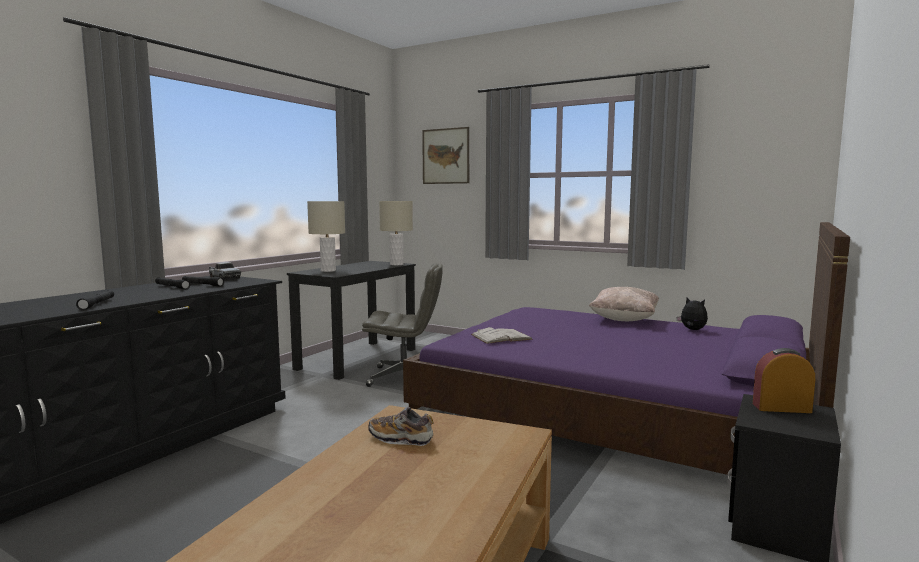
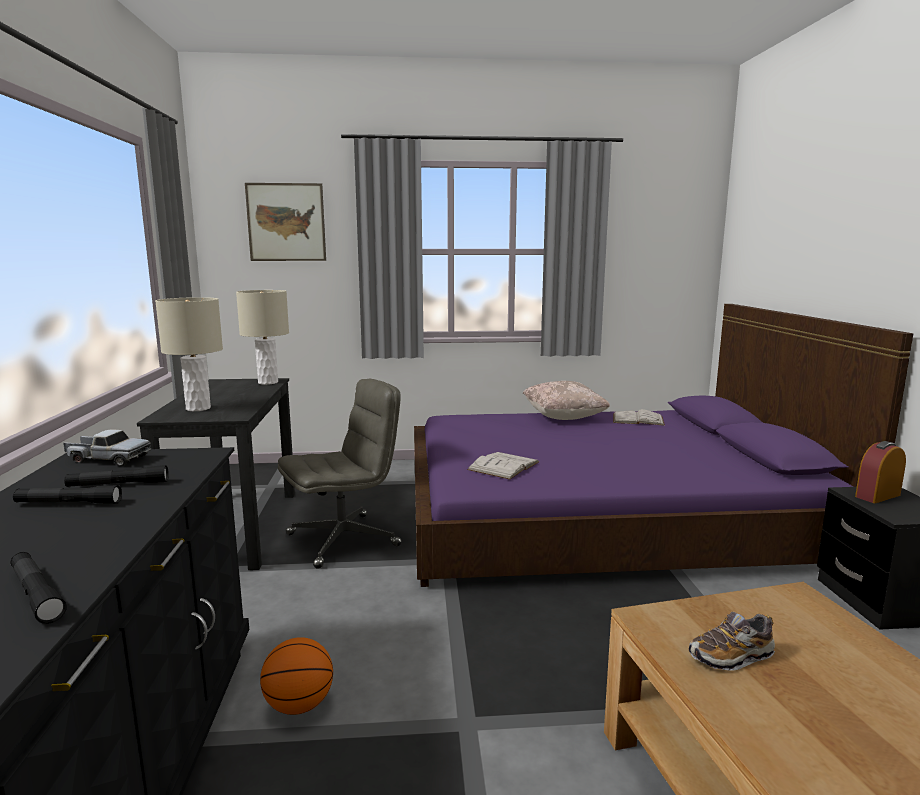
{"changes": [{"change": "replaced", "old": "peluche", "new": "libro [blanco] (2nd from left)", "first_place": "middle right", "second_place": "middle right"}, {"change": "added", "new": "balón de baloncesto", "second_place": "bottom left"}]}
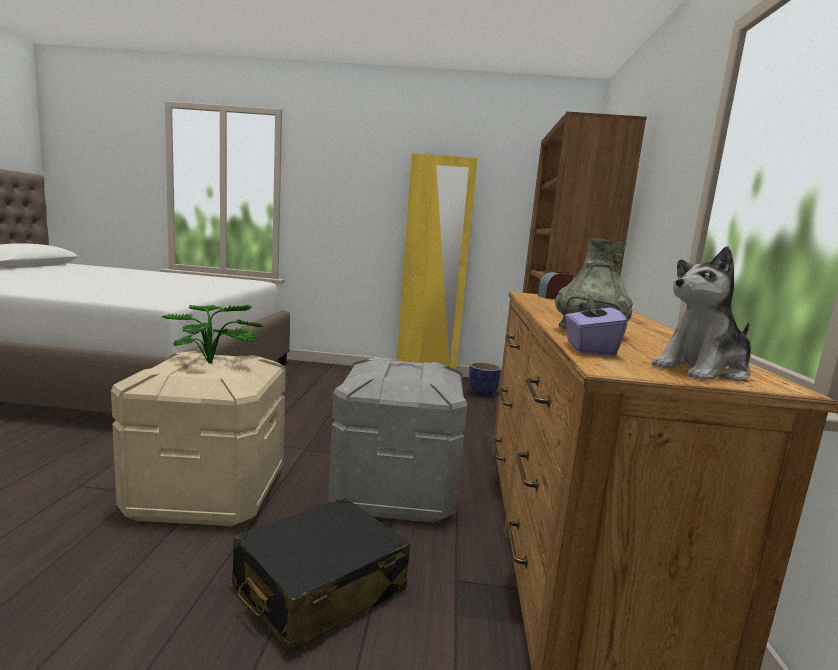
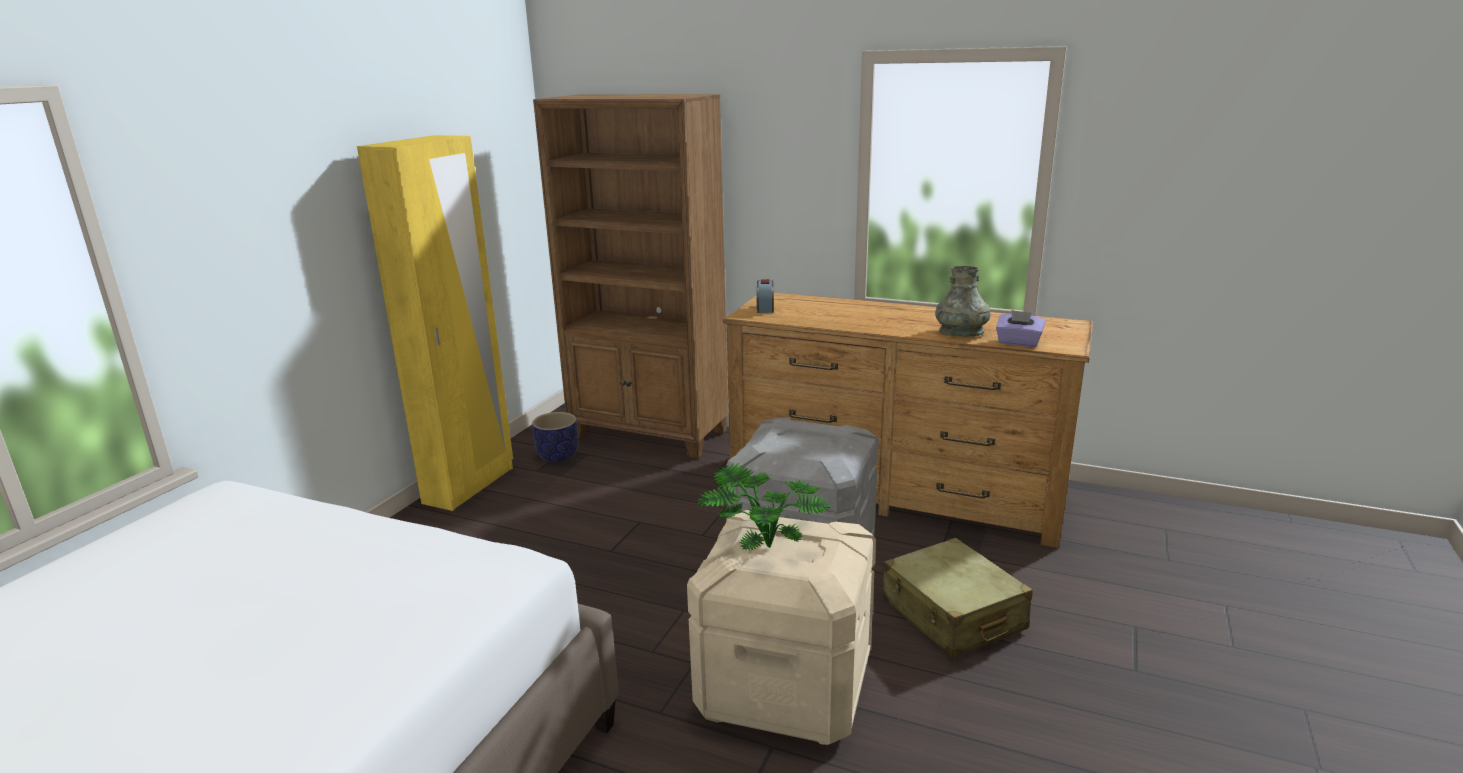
{"changes": [{"change": "recoloured", "old": "maleta [negro]", "new": "maleta [beis]", "first_place": "bottom centre", "second_place": "bottom centre"}, {"change": "removed", "old": "peluche", "first_place": "middle right"}]}
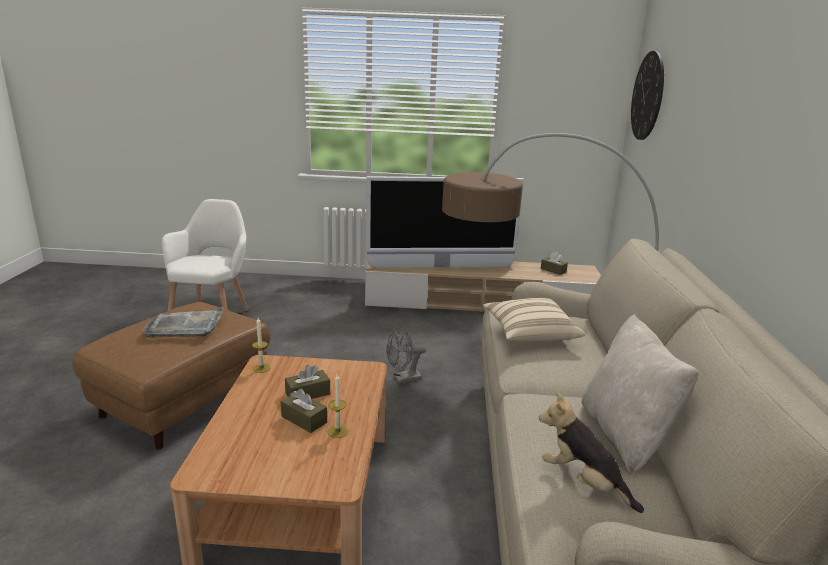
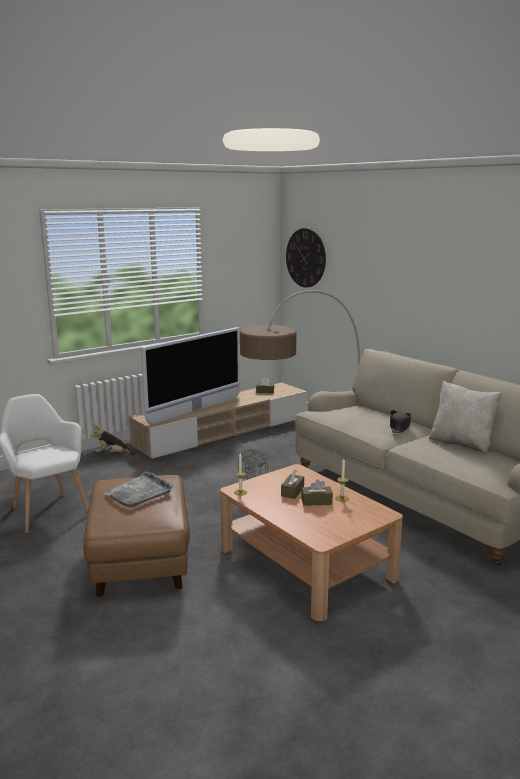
{"changes": [{"change": "removed", "old": "cojín [beis] (1st from left)", "first_place": "centre"}, {"change": "moved", "old": "peluche", "first_place": "bottom right", "second_place": "middle left"}, {"change": "added", "new": "sombrero [negro]", "second_place": "middle right"}]}
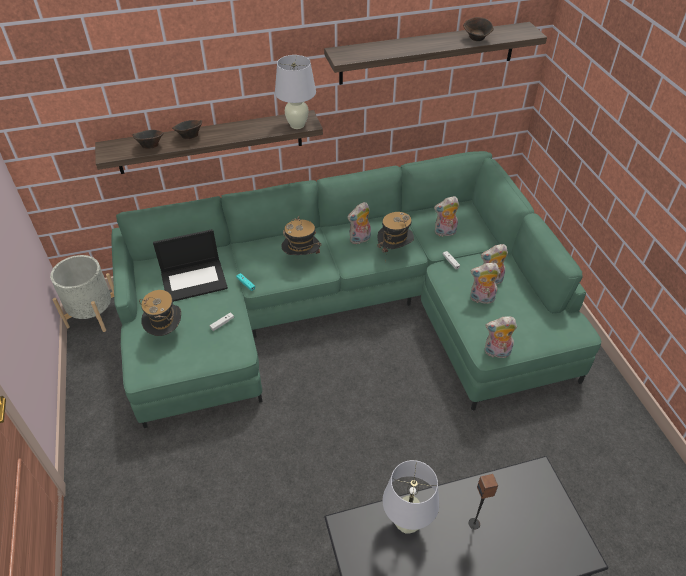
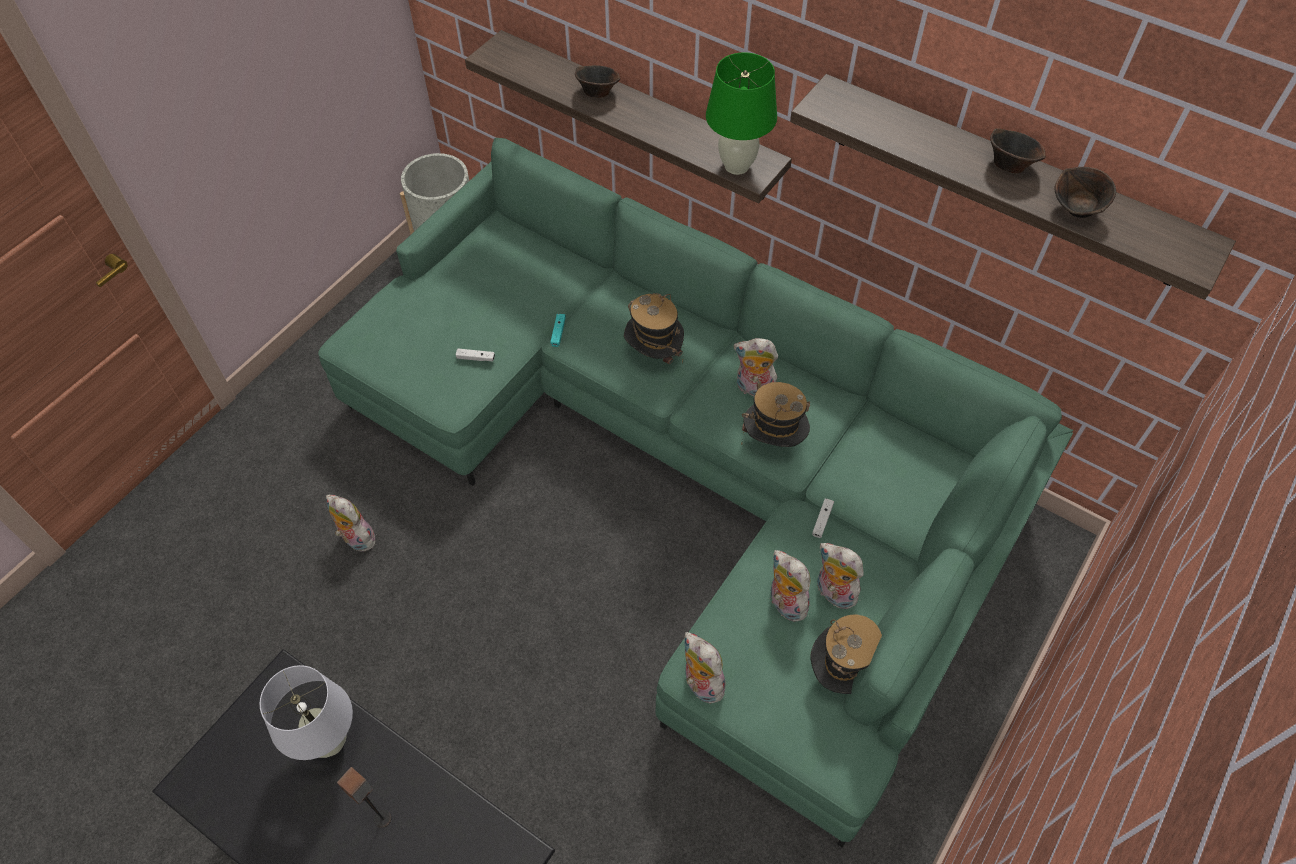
{"changes": [{"change": "moved", "old": "cuenco [marrón] (1st from left in the first image)", "new": "cuenco [marrón] (2nd from left)", "first_place": "top left", "second_place": "top right"}, {"change": "moved", "old": "sombrero (1st from left in the first image)", "new": "sombrero (3rd from left)", "first_place": "middle left", "second_place": "bottom centre"}, {"change": "removed", "old": "portátil", "first_place": "middle left"}, {"change": "recoloured", "old": "lámpara de mesa [blanco] (1st from left)", "new": "lámpara de mesa [verde]", "first_place": "top centre", "second_place": "top centre"}, {"change": "moved", "old": "peluche (2nd from left in the first image)", "new": "peluche (1st from left)", "first_place": "centre", "second_place": "middle left"}]}
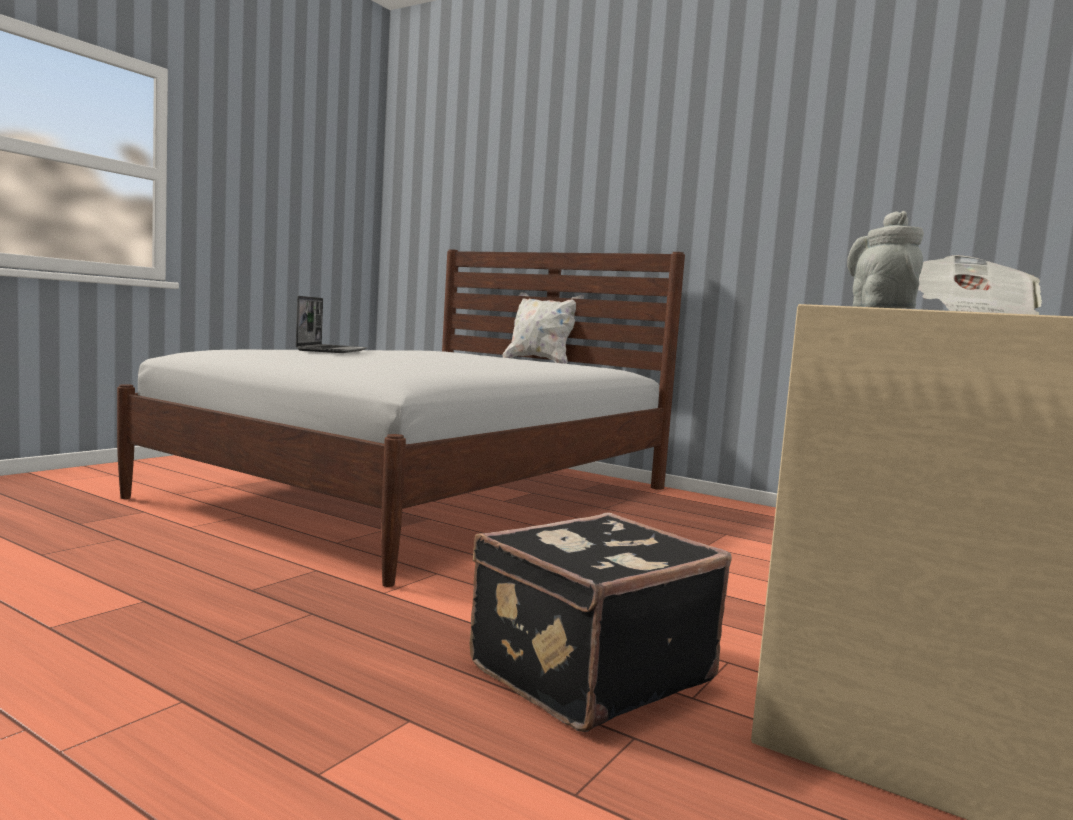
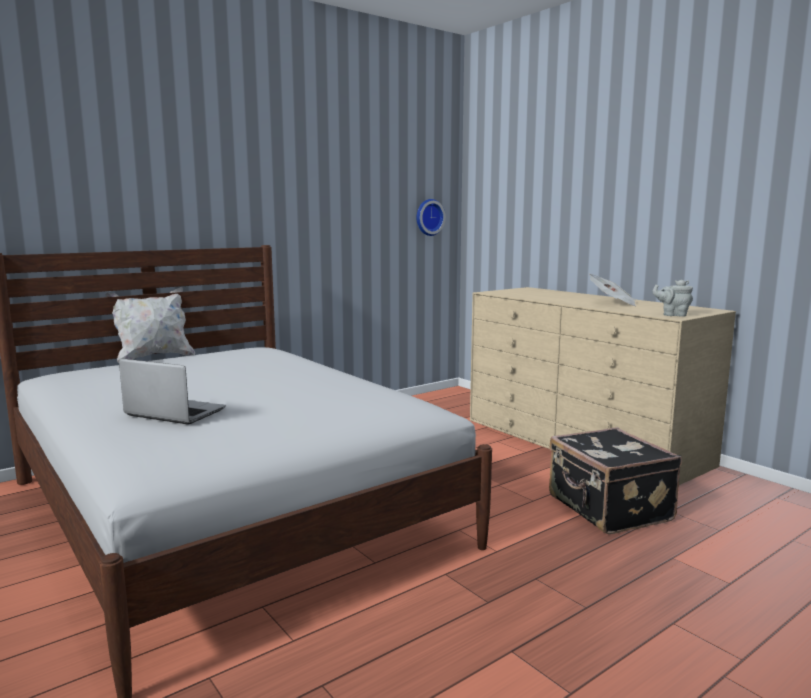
{"changes": [{"change": "added", "new": "reloj de pared", "second_place": "top centre"}]}
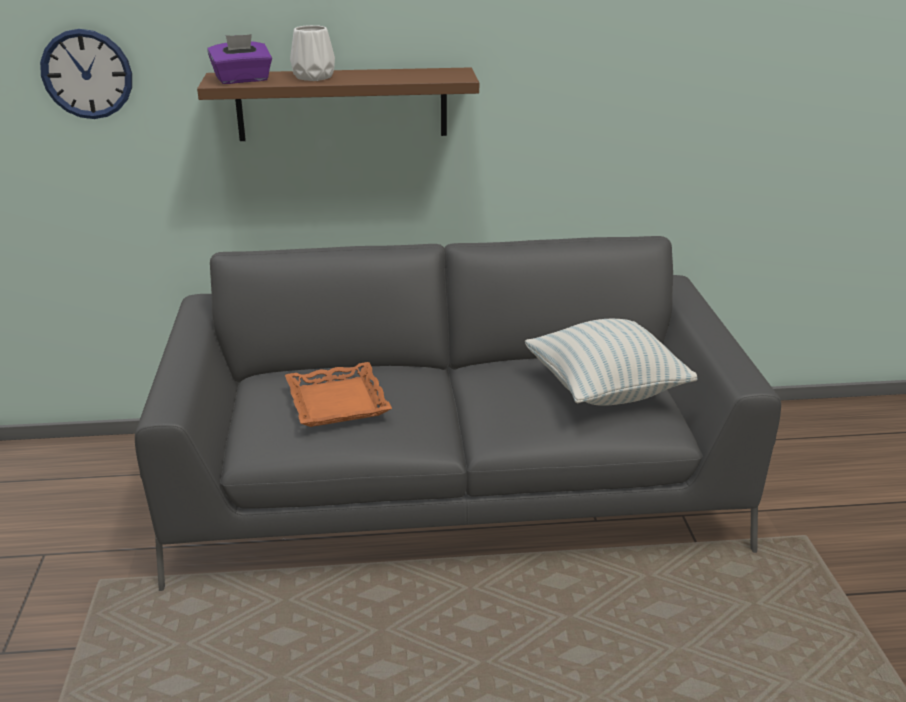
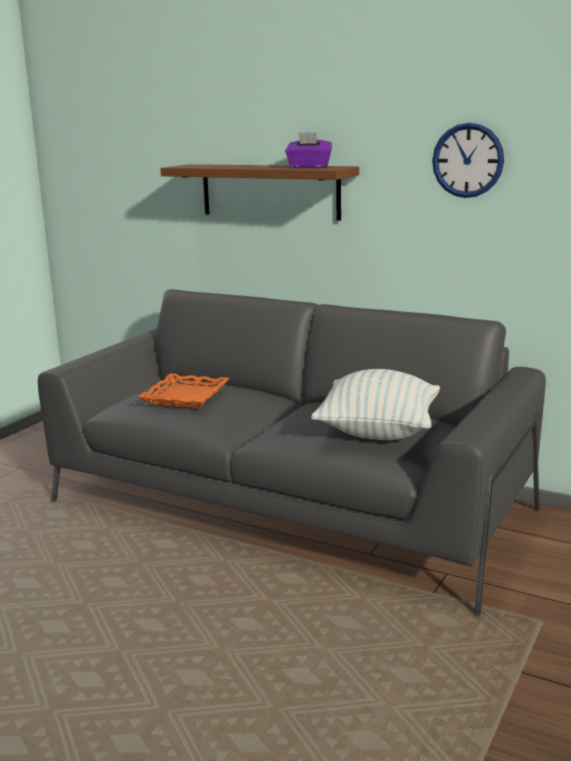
{"changes": [{"change": "moved", "old": "reloj de pared", "first_place": "top left", "second_place": "top right"}, {"change": "moved", "old": "caja de pañuelos [morado]", "first_place": "top left", "second_place": "top centre"}, {"change": "removed", "old": "florero [blanco]", "first_place": "top centre"}]}
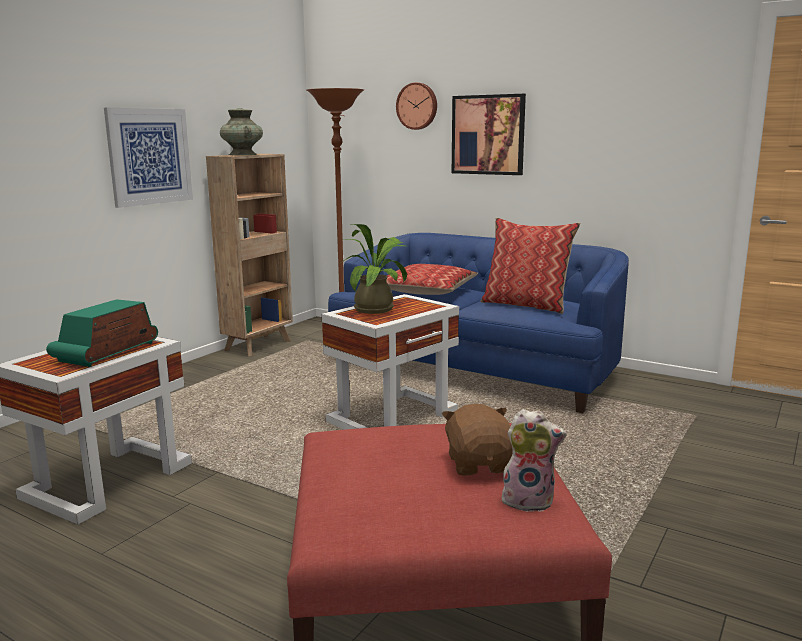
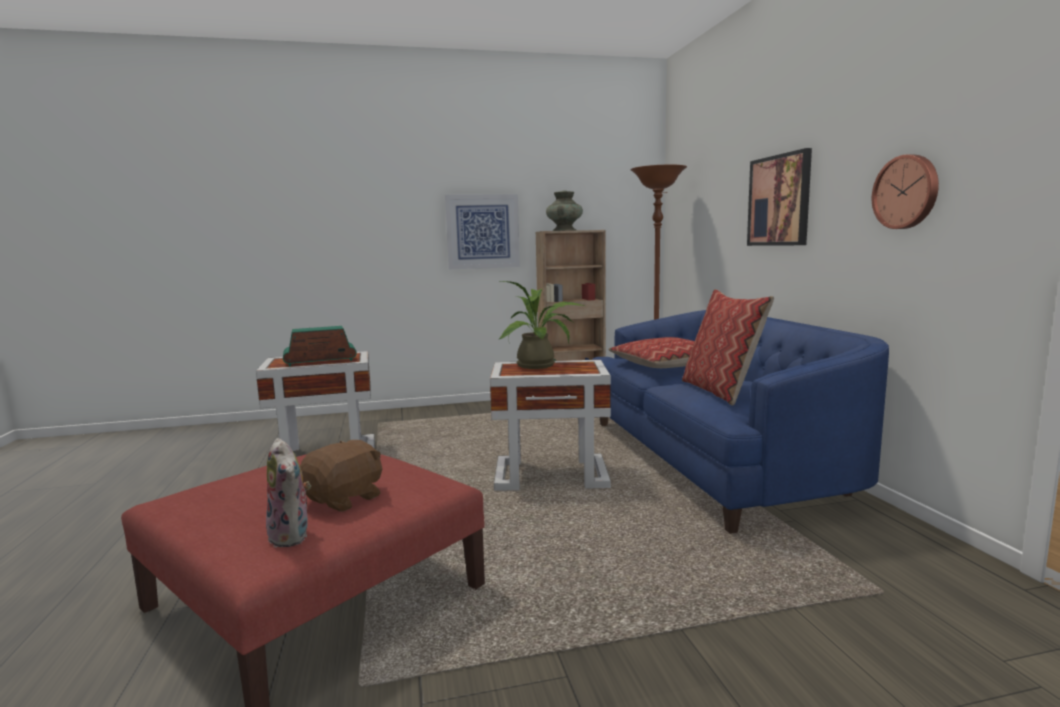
{"changes": [{"change": "moved", "old": "reloj de pared", "first_place": "top centre", "second_place": "top right"}]}
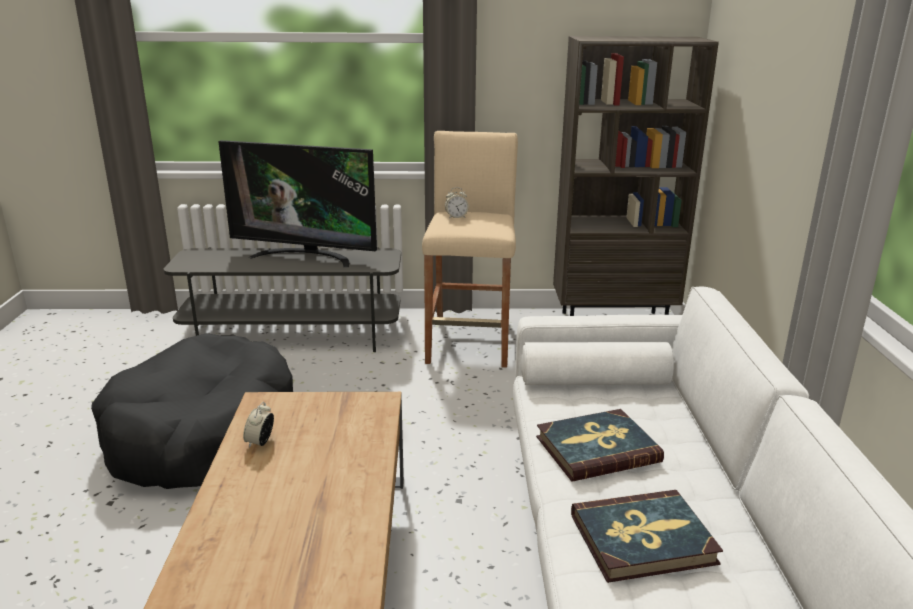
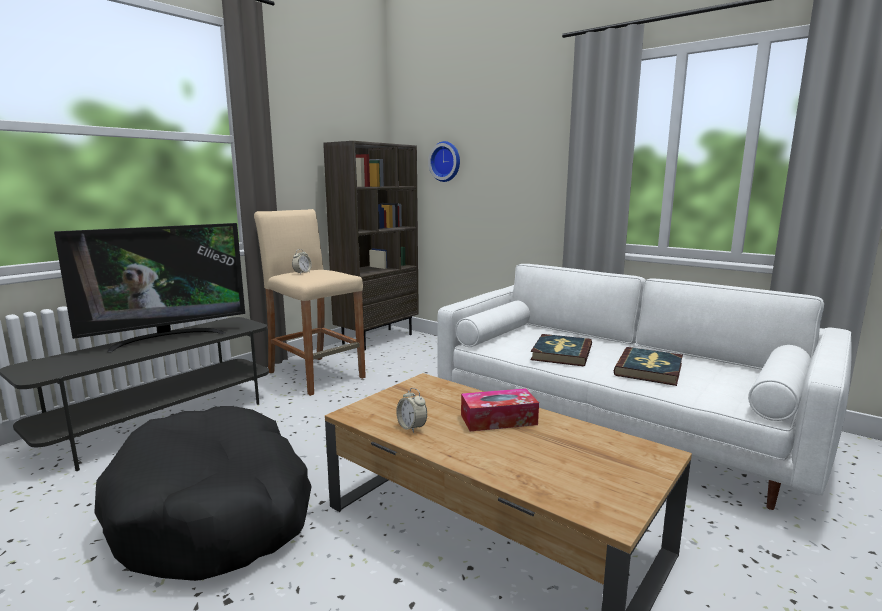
{"changes": [{"change": "added", "new": "reloj de pared", "second_place": "top centre"}, {"change": "added", "new": "caja de pañuelos", "second_place": "bottom centre"}]}
